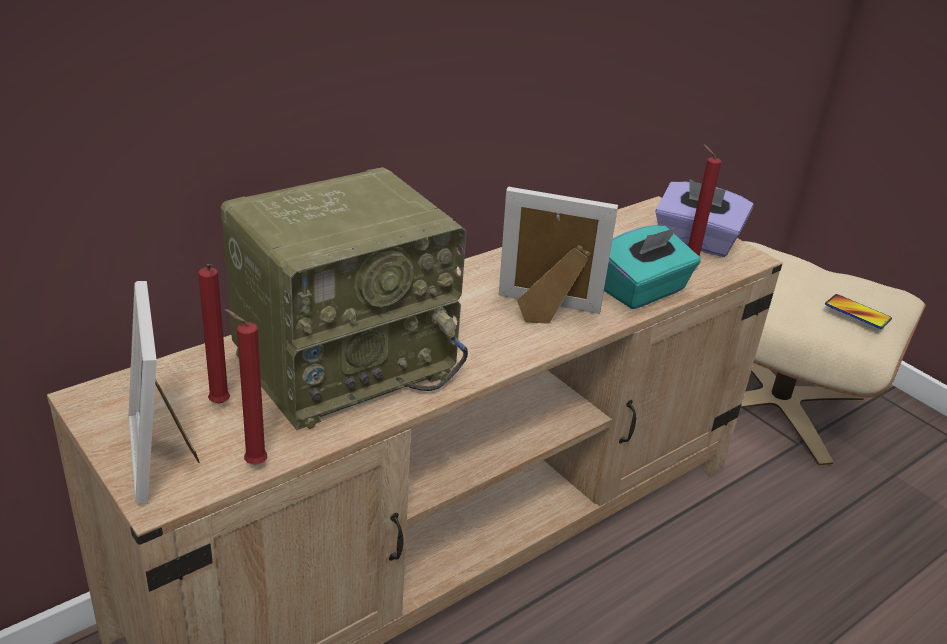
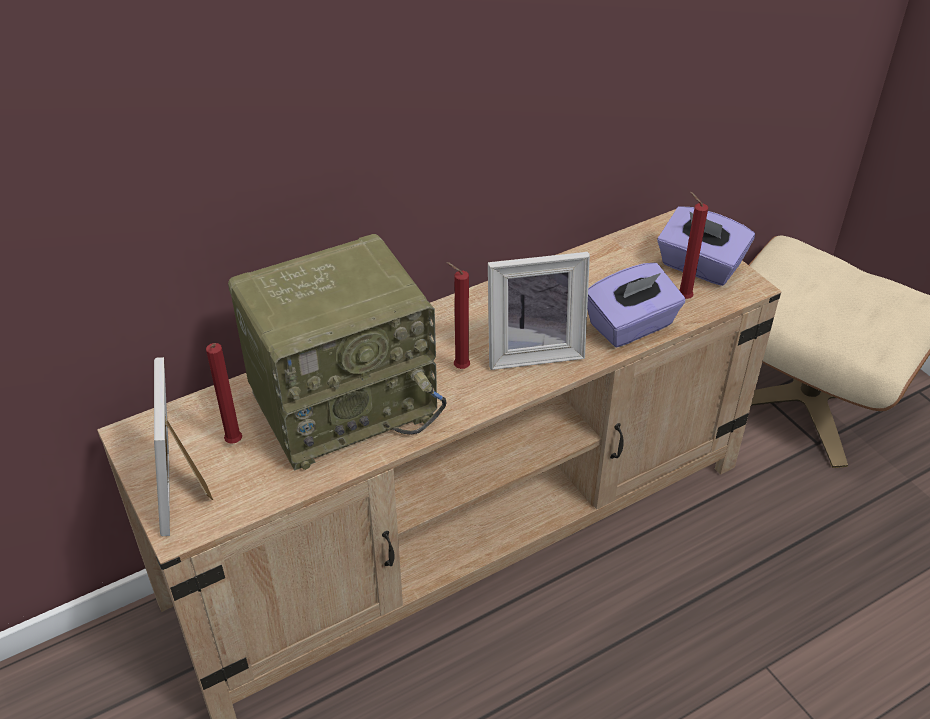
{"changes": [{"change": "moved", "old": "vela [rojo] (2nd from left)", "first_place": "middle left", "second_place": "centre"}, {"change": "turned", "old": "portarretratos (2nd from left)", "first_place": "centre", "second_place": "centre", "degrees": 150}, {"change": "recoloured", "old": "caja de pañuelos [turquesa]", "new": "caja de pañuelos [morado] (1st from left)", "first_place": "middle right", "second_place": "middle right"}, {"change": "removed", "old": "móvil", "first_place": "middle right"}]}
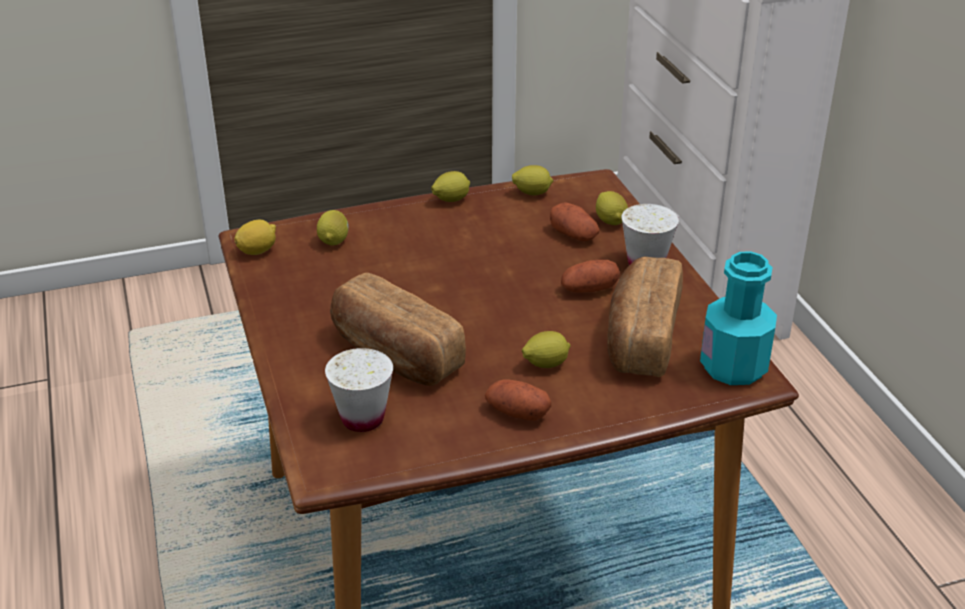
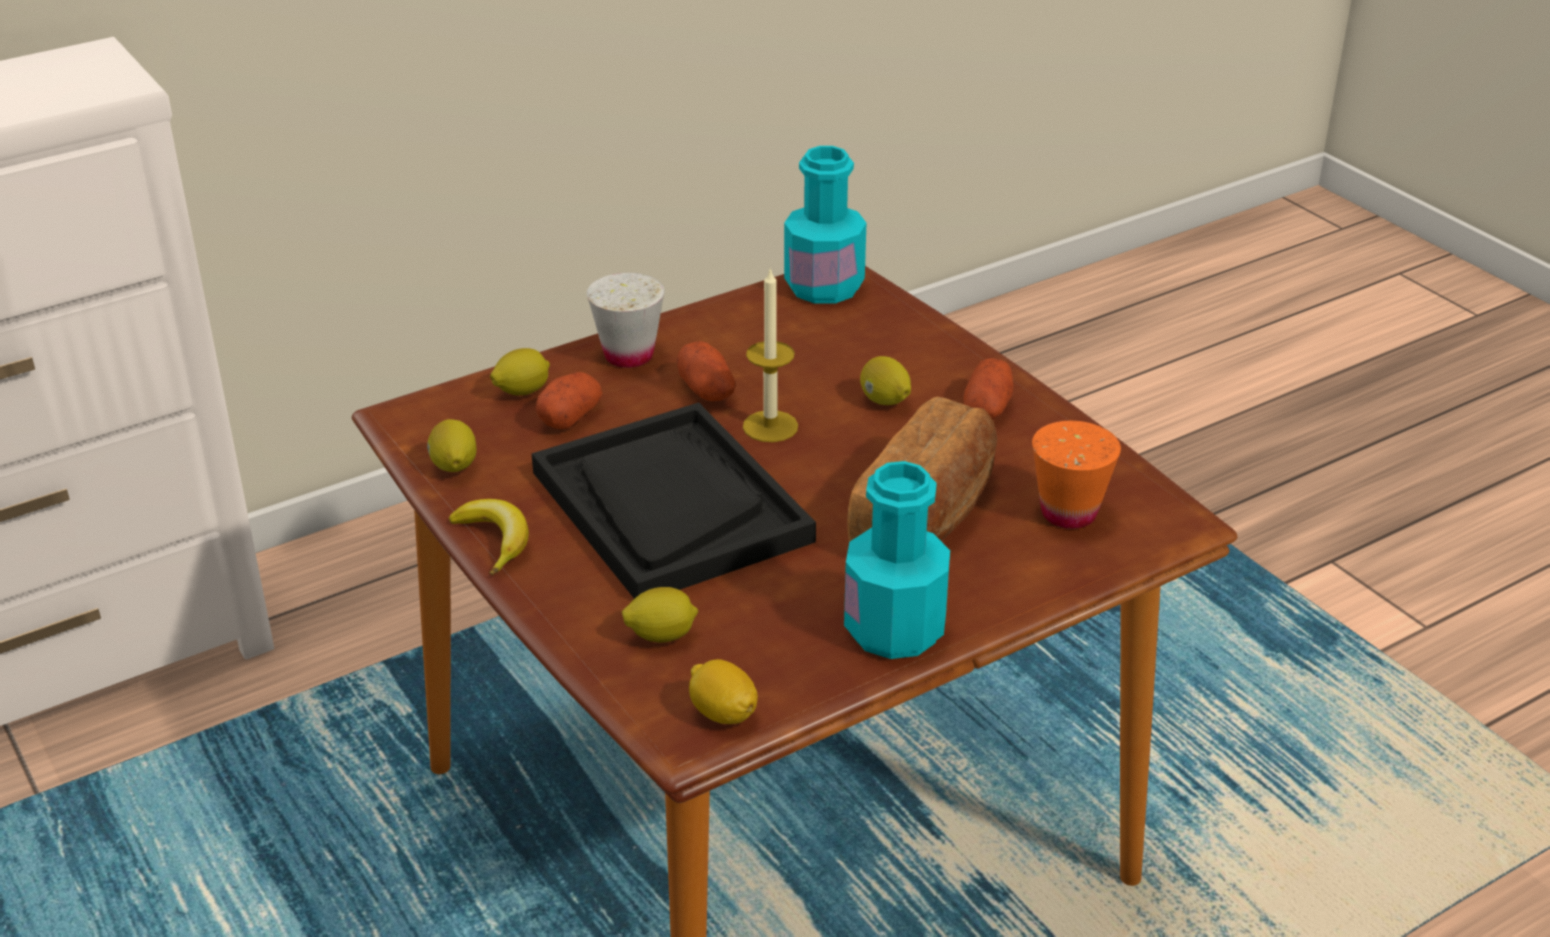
{"changes": [{"change": "recoloured", "old": "taza [blanco] (1st from left)", "new": "taza [naranja]", "first_place": "centre", "second_place": "middle right"}, {"change": "replaced", "old": "limón (3rd from left)", "new": "plátano", "first_place": "top centre", "second_place": "middle left"}, {"change": "removed", "old": "pan (2nd from left)", "first_place": "middle right"}, {"change": "added", "new": "bandeja [negro]", "second_place": "centre"}, {"change": "added", "new": "vela", "second_place": "centre"}, {"change": "added", "new": "botella [turquesa] (2nd from left)", "second_place": "centre"}]}
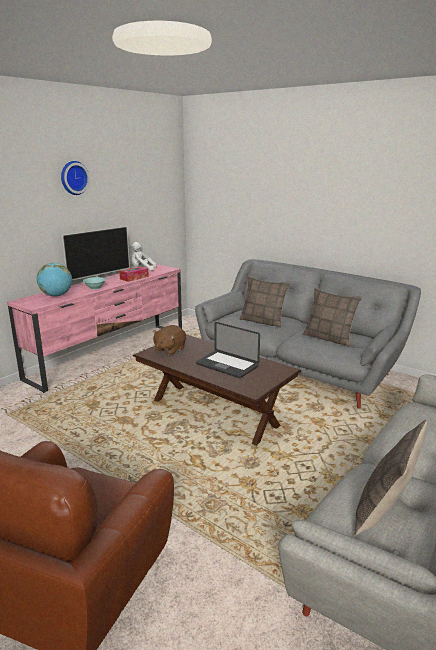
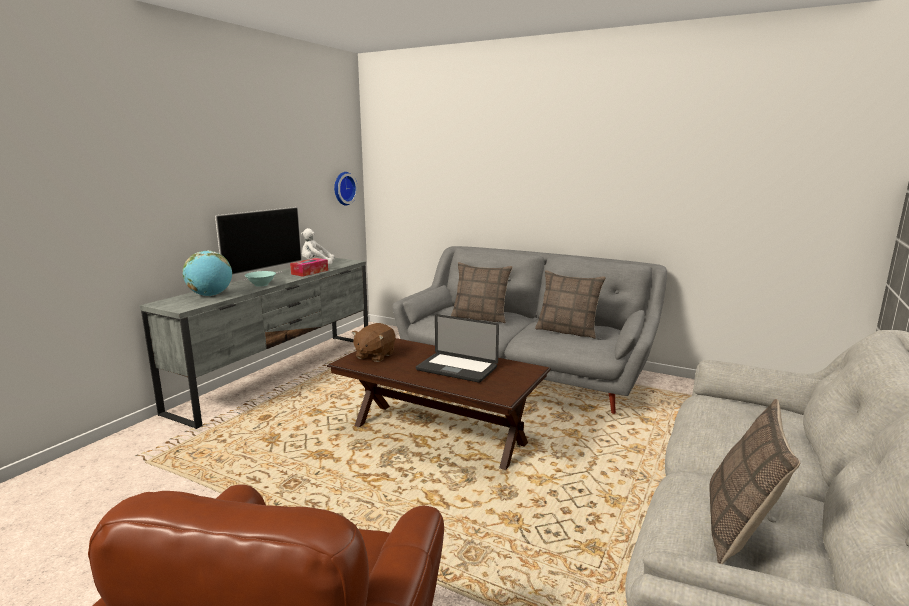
{"changes": [{"change": "recoloured", "old": "mueble de televisión [rosa]", "new": "mueble de televisión [gris]", "first_place": "middle left", "second_place": "middle left"}, {"change": "moved", "old": "reloj de pared", "first_place": "top left", "second_place": "top centre"}]}
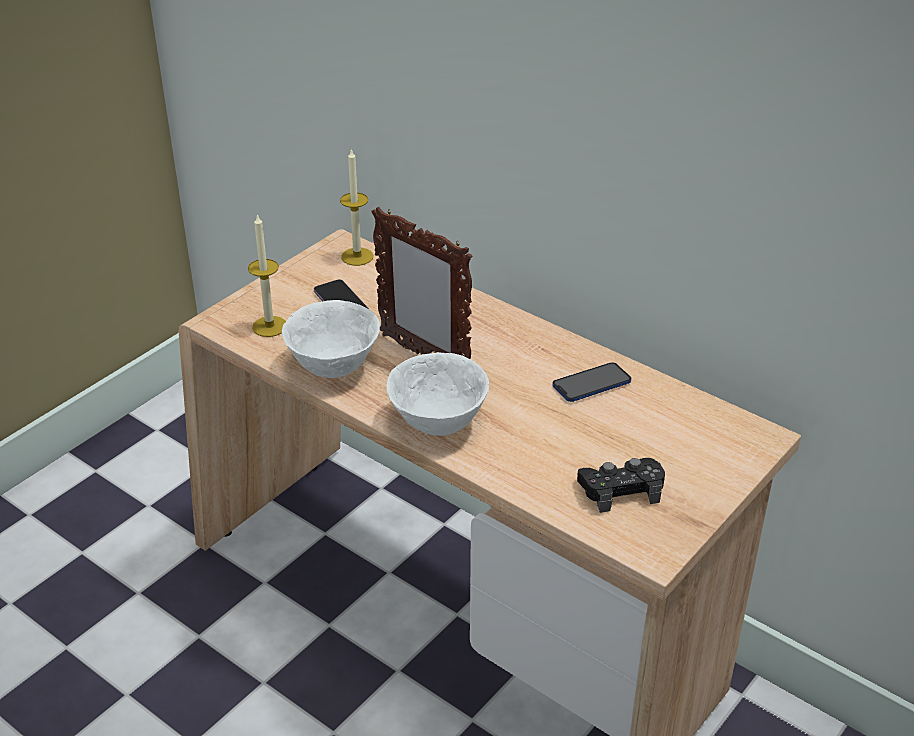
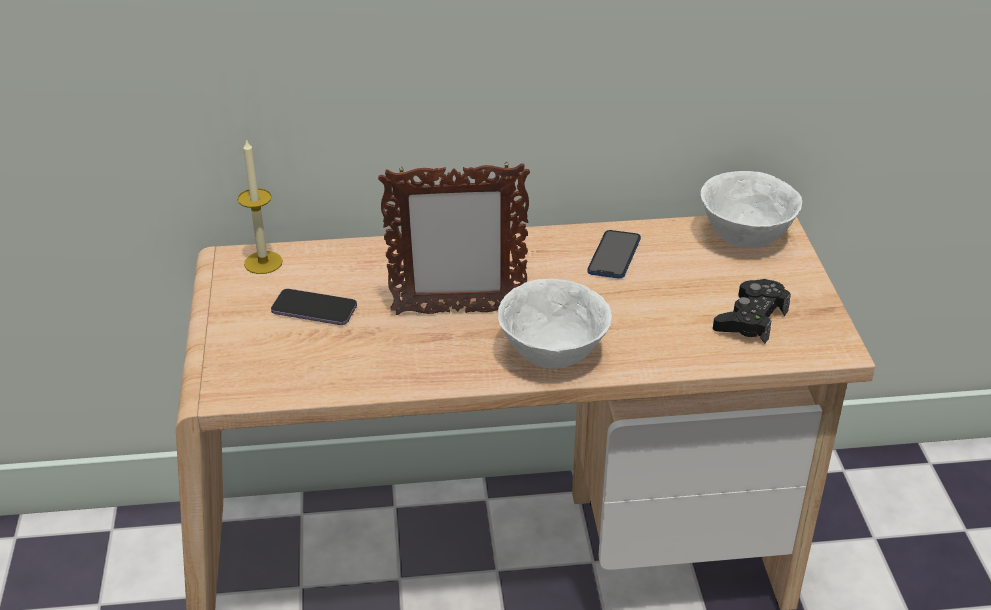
{"changes": [{"change": "removed", "old": "vela (1st from left)", "first_place": "middle left"}, {"change": "moved", "old": "cuenco [blanco] (1st from left in the first image)", "new": "cuenco [blanco] (2nd from left)", "first_place": "centre", "second_place": "middle right"}]}
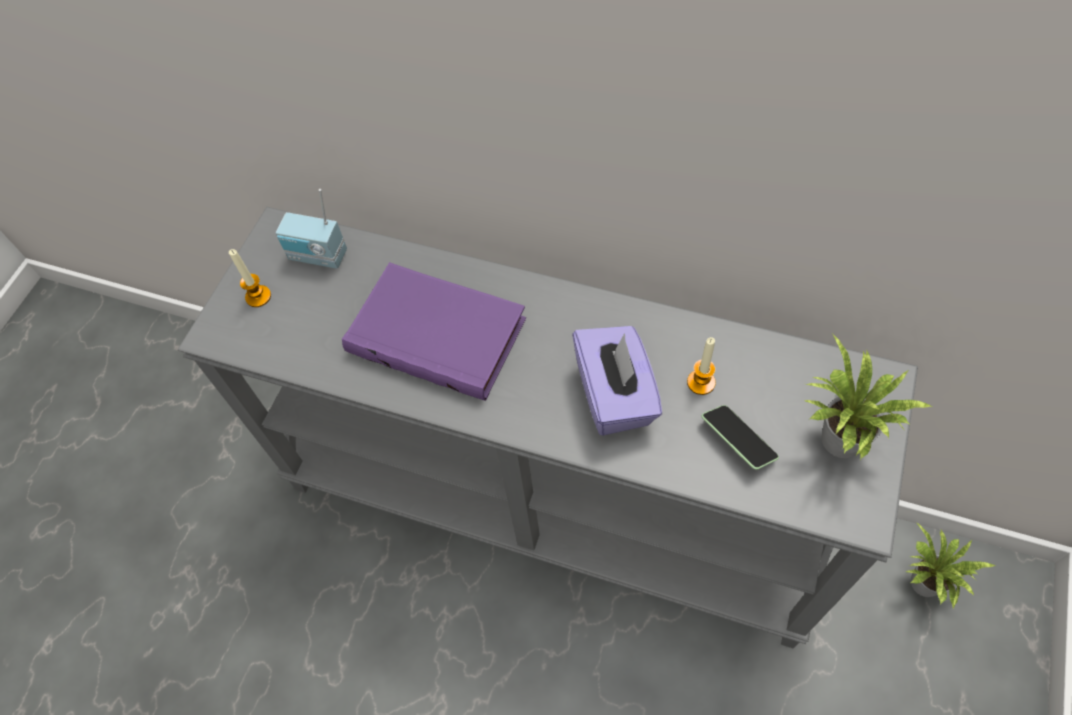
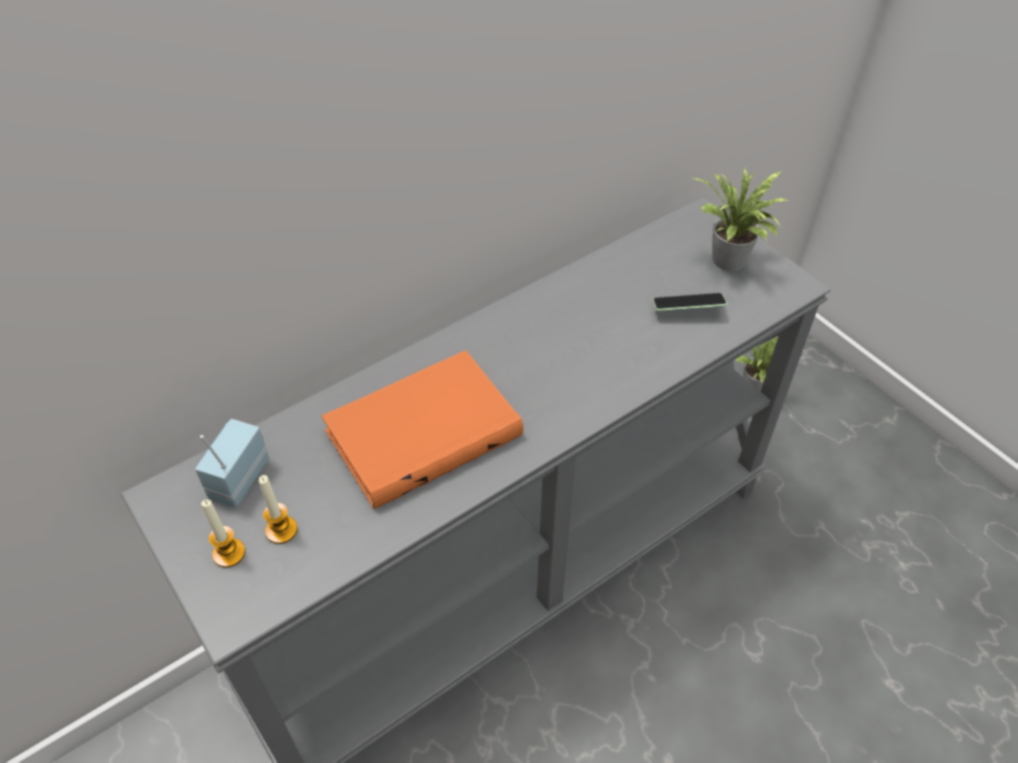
{"changes": [{"change": "turned", "old": "radio", "first_place": "top left", "second_place": "middle left", "degrees": 150}, {"change": "recoloured", "old": "libro [morado]", "new": "libro [naranja]", "first_place": "centre", "second_place": "centre"}, {"change": "removed", "old": "caja de pañuelos [morado]", "first_place": "centre"}, {"change": "moved", "old": "vela (2nd from left)", "first_place": "centre", "second_place": "bottom left"}]}
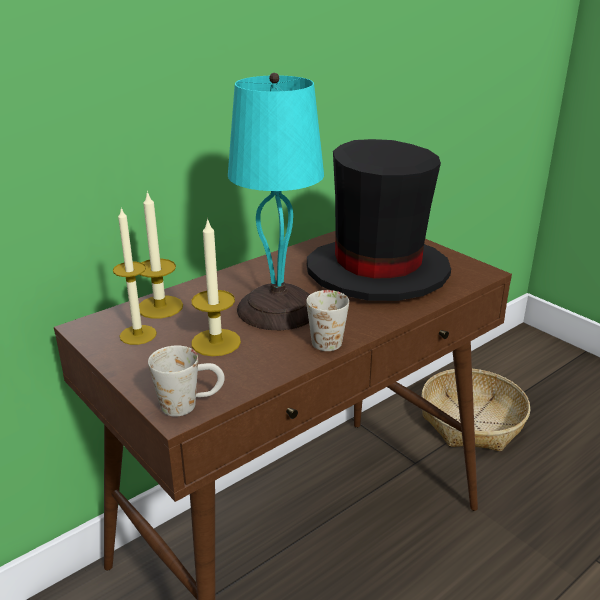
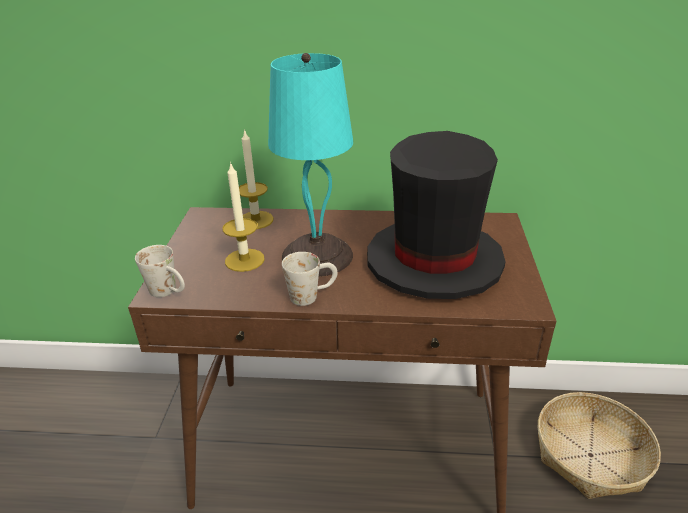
{"changes": [{"change": "removed", "old": "vela (1st from left)", "first_place": "middle left"}]}
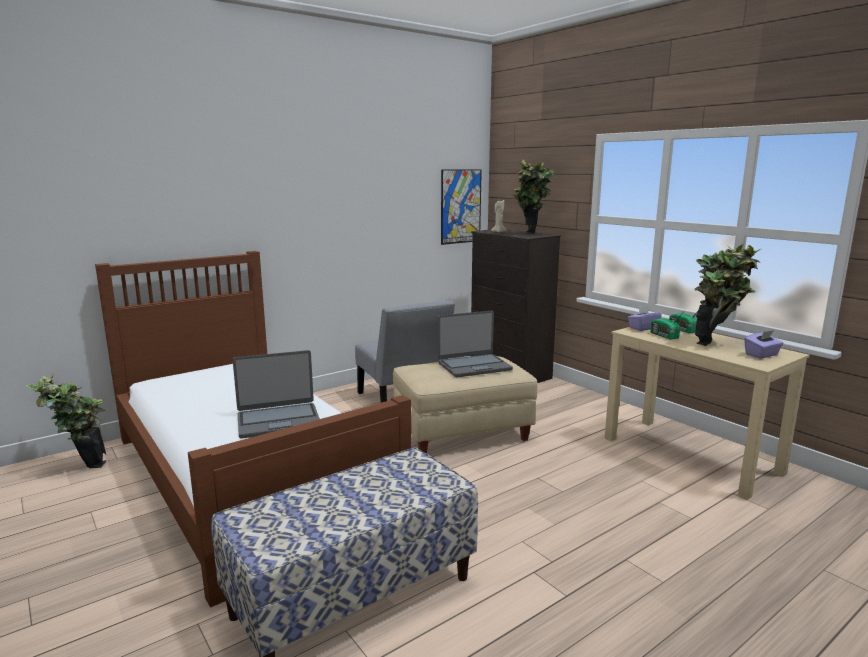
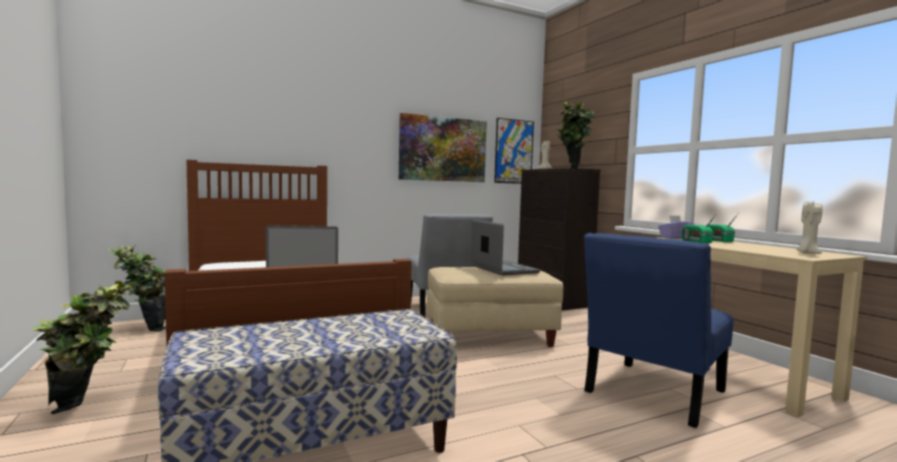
{"changes": [{"change": "turned", "old": "portátil (2nd from left)", "first_place": "centre", "second_place": "centre", "degrees": -105}, {"change": "moved", "old": "planta en maceta (3rd from left in the first image)", "new": "planta en maceta (1st from left)", "first_place": "middle right", "second_place": "bottom left"}, {"change": "replaced", "old": "caja de pañuelos [morado] (2nd from left)", "new": "vela [beis] (2nd from left)", "first_place": "middle right", "second_place": "middle right"}, {"change": "added", "new": "cuadro (1st from left)", "second_place": "top centre"}, {"change": "added", "new": "silla [azul]", "second_place": "bottom right"}]}
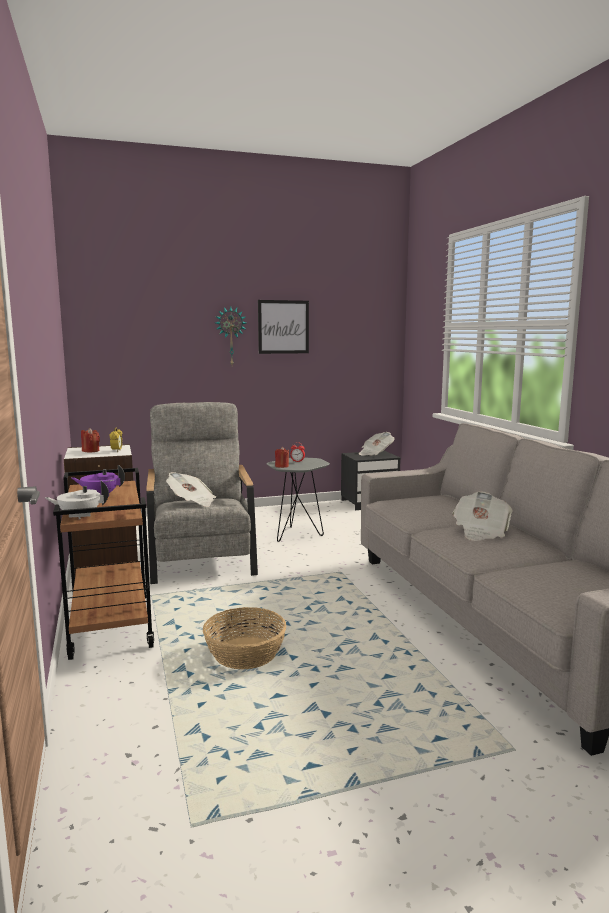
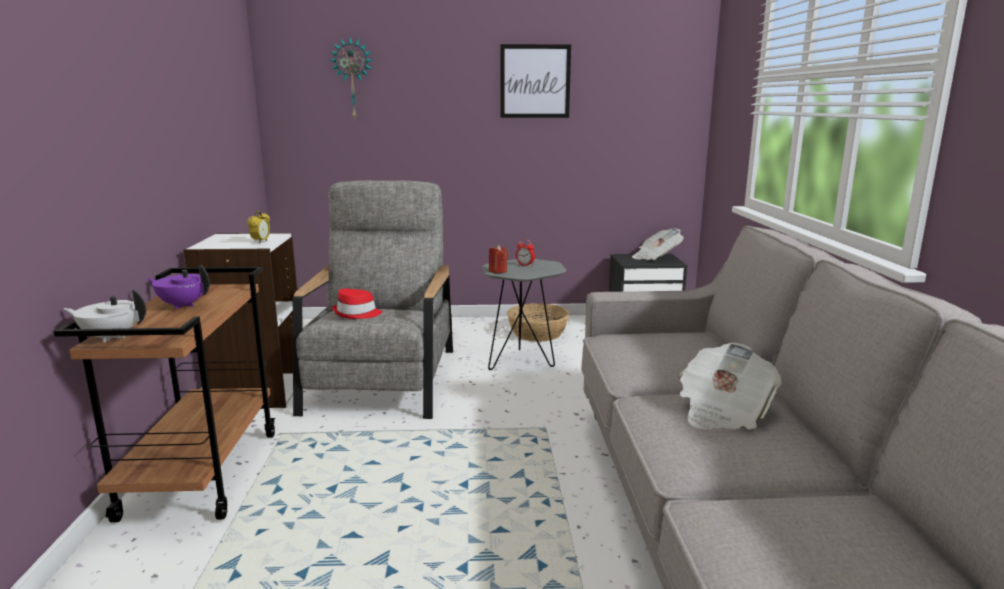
{"changes": [{"change": "removed", "old": "vela [rojo] (1st from left)", "first_place": "middle left"}, {"change": "replaced", "old": "periódico (1st from left)", "new": "sombrero [rojo]", "first_place": "middle left", "second_place": "centre"}, {"change": "moved", "old": "cesta", "first_place": "bottom centre", "second_place": "centre"}, {"change": "moved", "old": "reloj de pared", "first_place": "centre", "second_place": "top centre"}]}
